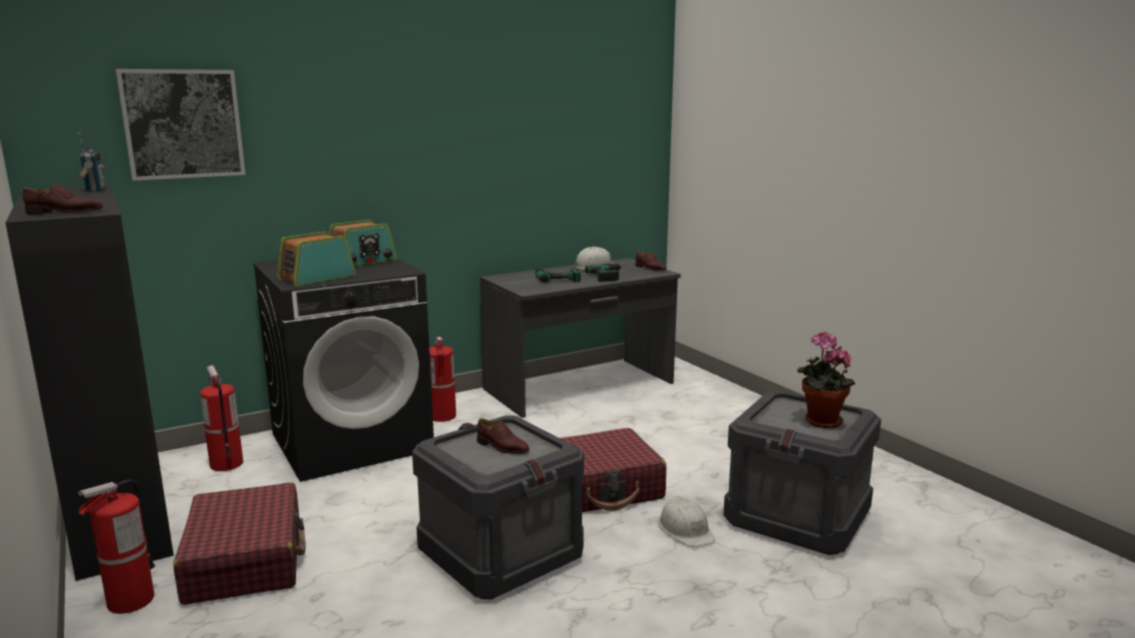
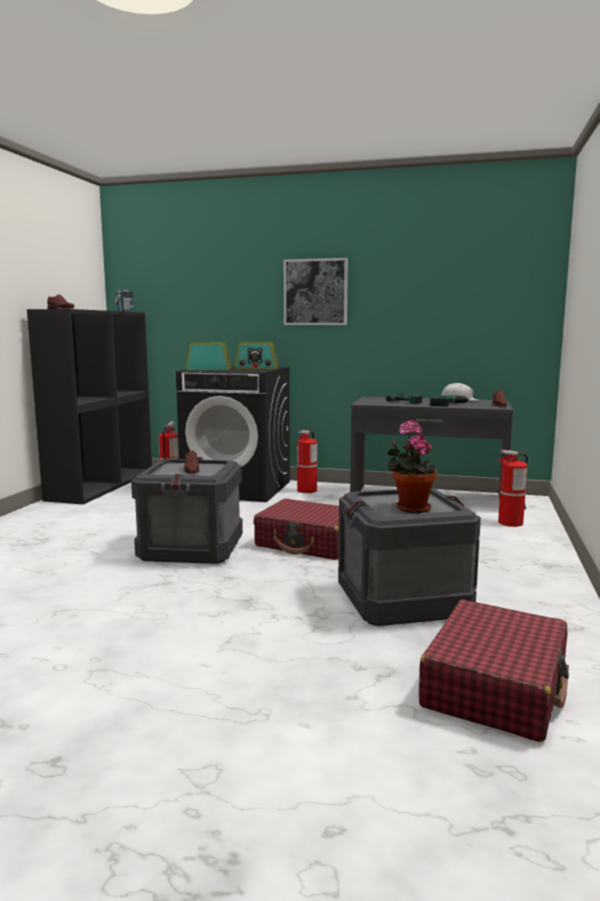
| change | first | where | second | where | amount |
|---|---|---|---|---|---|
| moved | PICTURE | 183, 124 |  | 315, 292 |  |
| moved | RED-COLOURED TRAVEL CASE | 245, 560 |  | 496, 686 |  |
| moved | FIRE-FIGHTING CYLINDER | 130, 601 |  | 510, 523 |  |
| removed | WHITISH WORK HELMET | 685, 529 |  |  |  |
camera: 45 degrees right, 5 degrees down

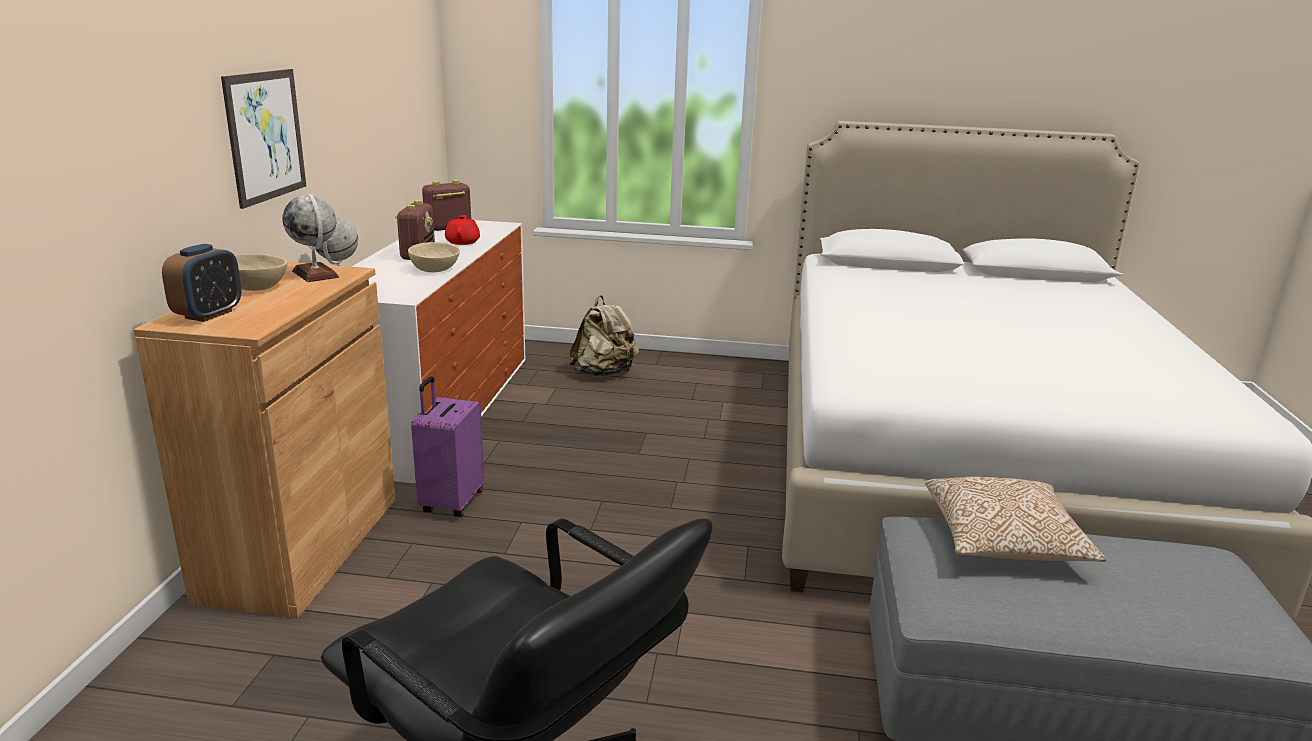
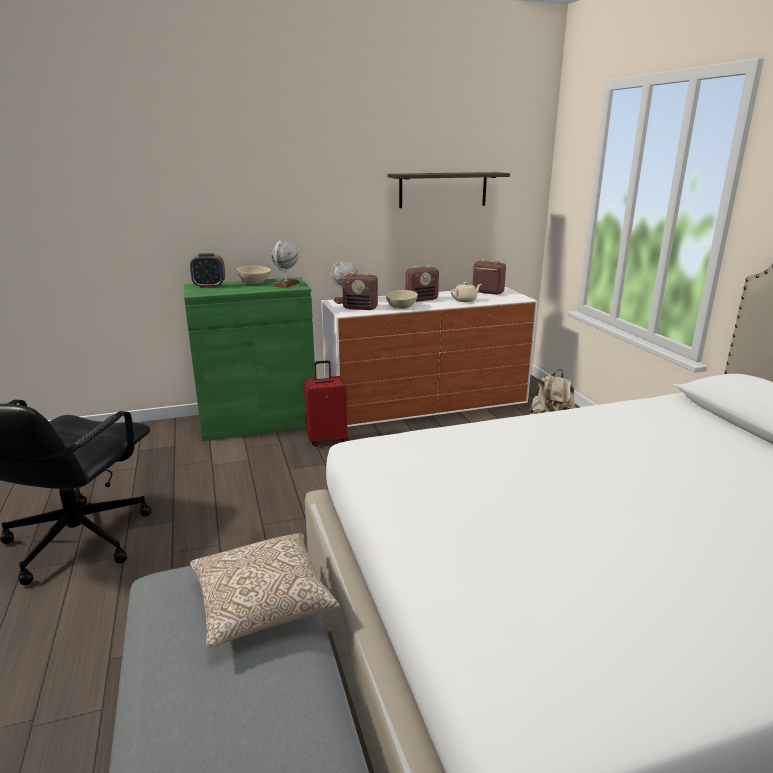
| change | first | where | second | where | amount |
|---|---|---|---|---|---|
| recoloured | BROWN CABINET | 302, 547 | GREENISH CABINET | 258, 421 |  |
| recoloured | PURPLE TRAVEL CASE | 451, 502 | RED-COLOURED TRAVEL CASE | 327, 439 |  |
| added |  |  | RADIO SET | 360, 308 |  |
| added |  |  | WALL SHELF | 443, 190 |  |
| recoloured | RED-COLOURED TEA POT | 463, 242 | SAND-COLOURED TEA POT | 465, 300 |  |
| removed | PICTURE | 265, 136 |  |  |  |
camera: 65 degrees right, 0 degrees up

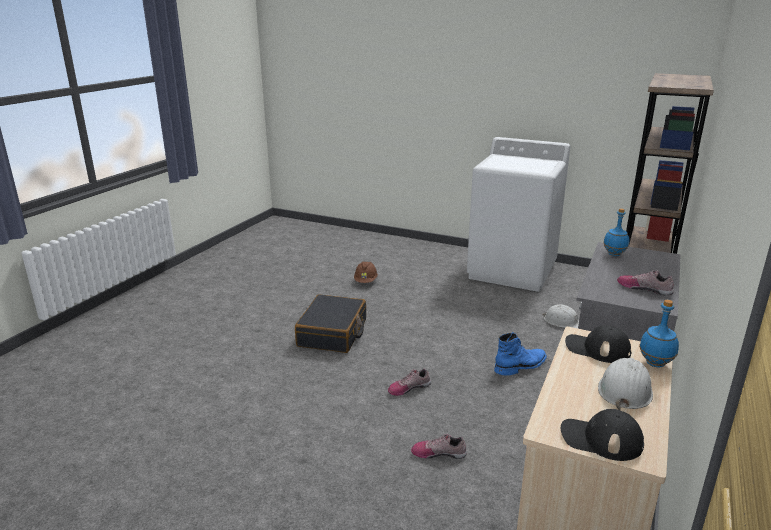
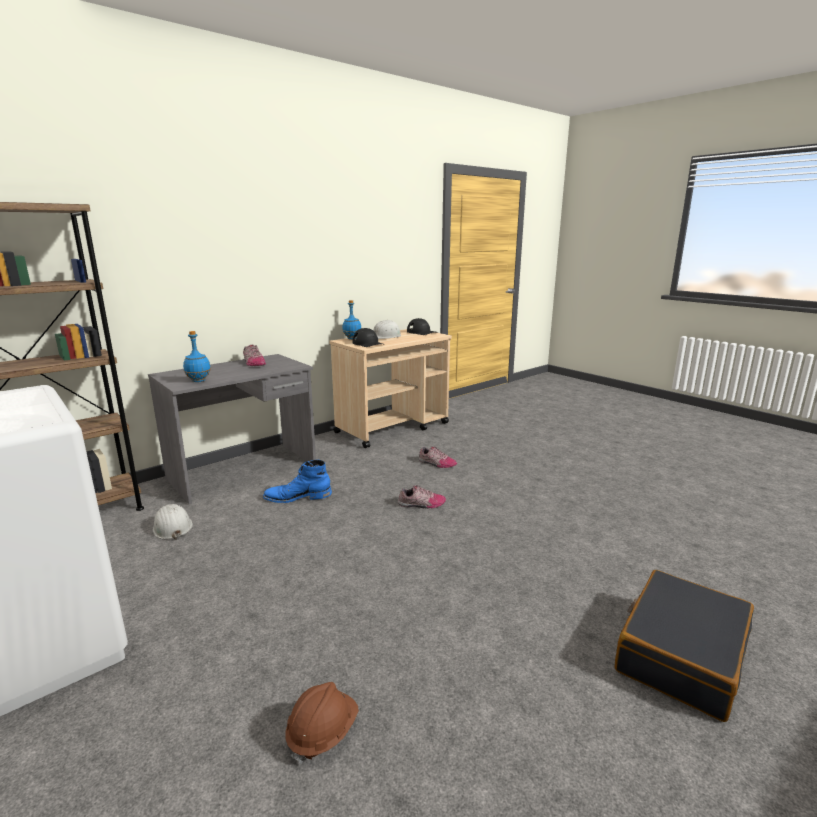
| change | first | where | second | where | amount |
|---|---|---|---|---|---|
| moved | BLACK-COLOURED TRAVEL CASE | 333, 333 |  | 680, 654 |  |
camera: 155 degrees left, 5 degrees down

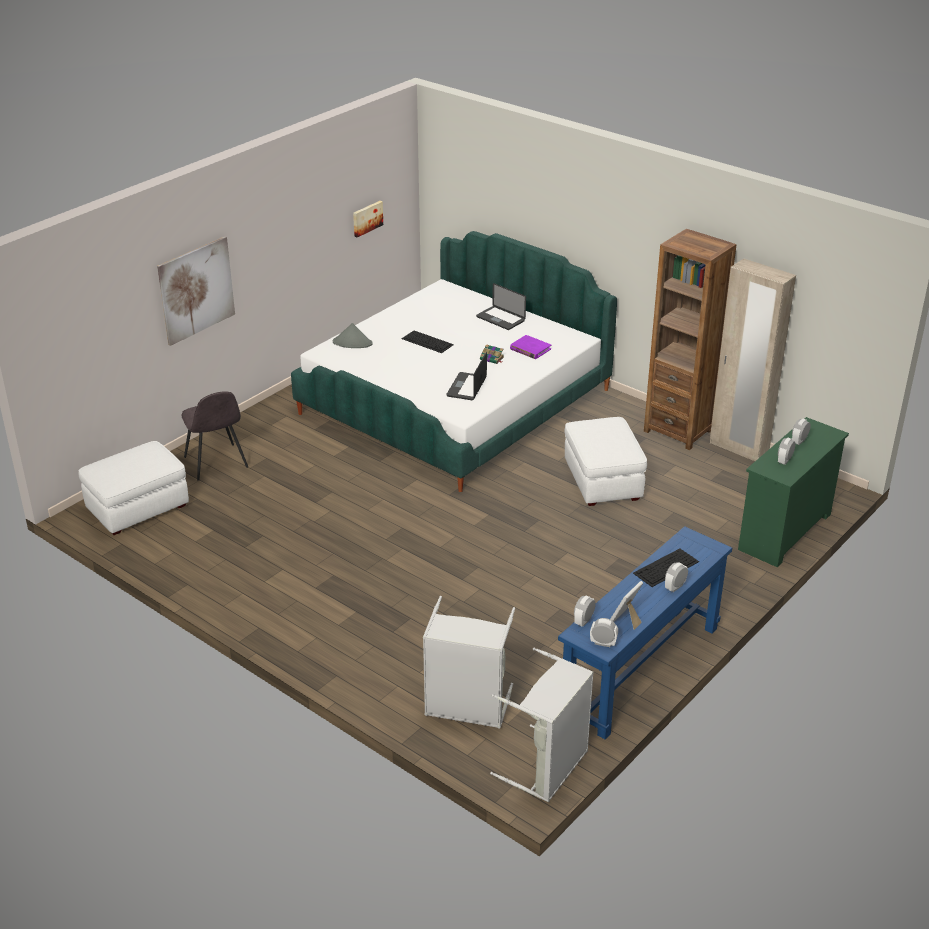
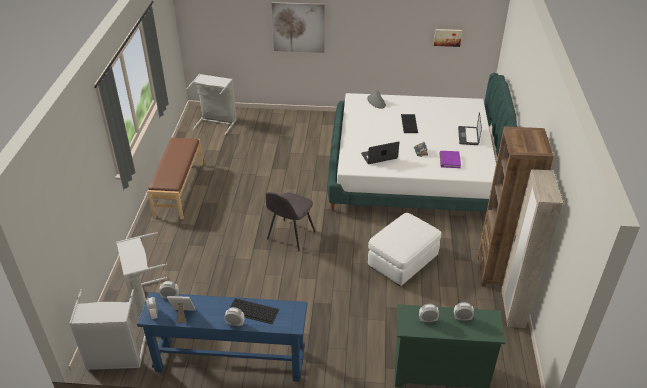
| change | first | where | second | where | amount |
|---|---|---|---|---|---|
| added |  |  | BROWN BENCH | 178, 189 |  |
| replaced | WHITISH POUFFE | 138, 508 | GREYISH LAUNDRY BASKET | 216, 122 |  |
| moved | GREYISH CHAIR | 216, 463 |  | 290, 236 |  |
camera: 55 degrees right, 5 degrees up

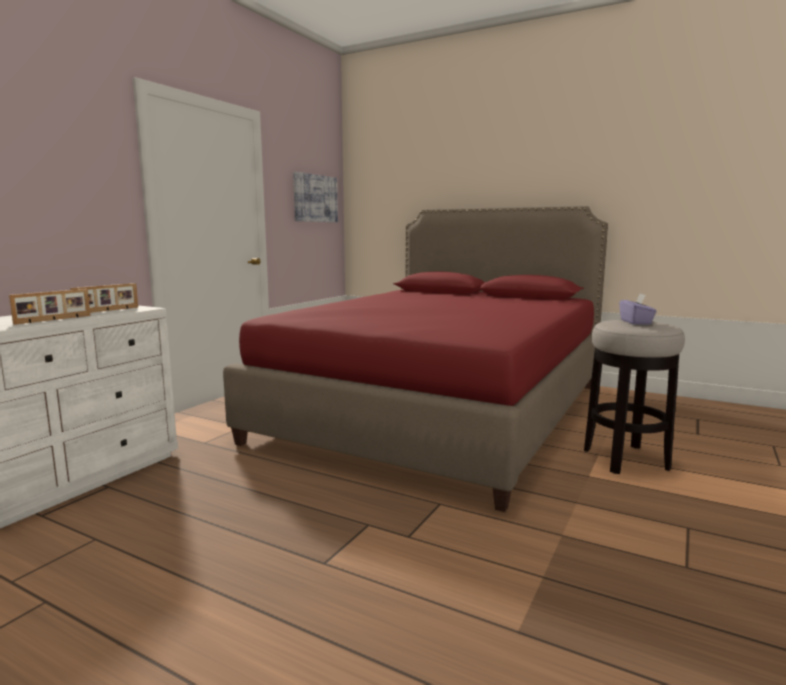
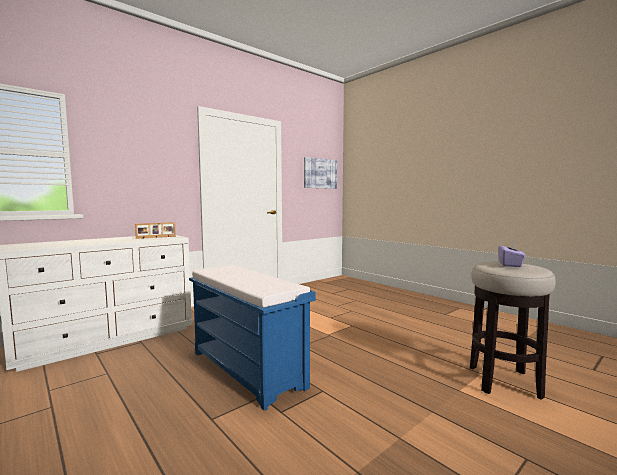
| change | first | where | second | where | amount |
|---|---|---|---|---|---|
| added |  |  | BLUE BENCH | 248, 369 |  |
| removed | PHOTO FRAME | 54, 320 |  |  |  |
| removed | RED-COLOURED BED | 440, 411 |  |  |  |
camera: 20 degrees right, 5 degrees down

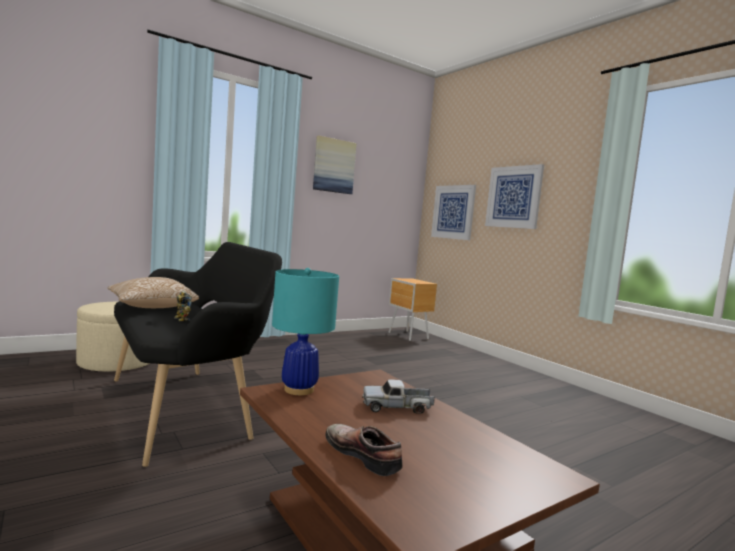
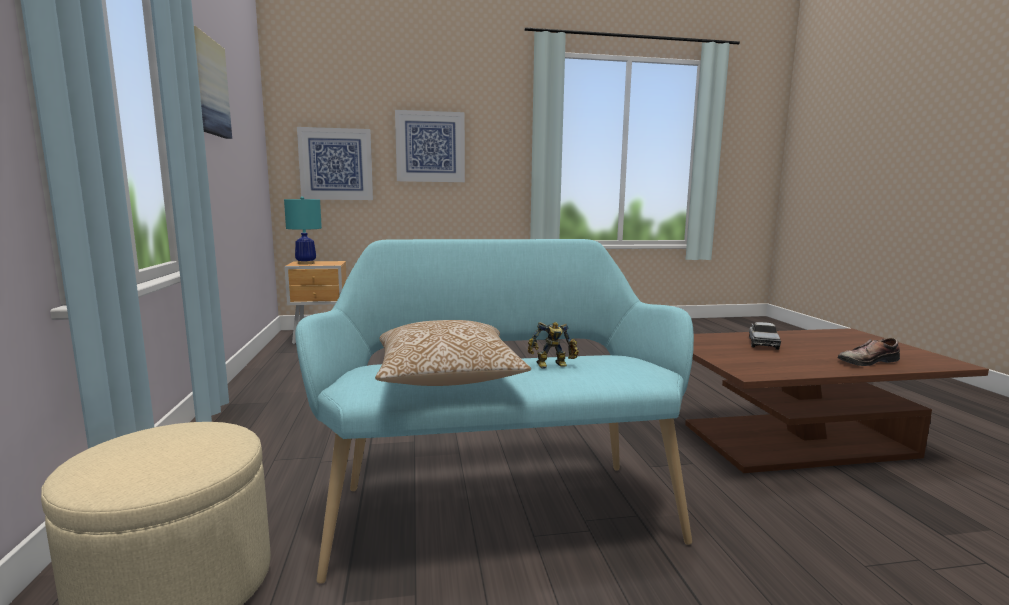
| change | first | where | second | where | amount |
|---|---|---|---|---|---|
| moved | TURQUOISE TABLE LAMP | 298, 389 |  | 306, 263 |  |
| recoloured | BLACK-COLOURED BENCH | 186, 407 | TURQUOISE BENCH | 499, 506 |  |
camera: 65 degrees left, 5 degrees up

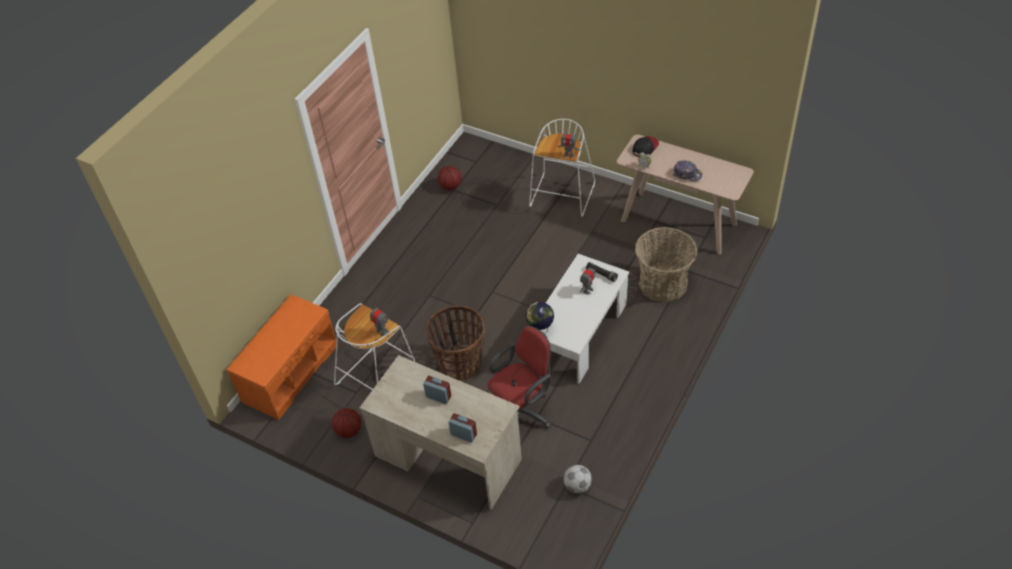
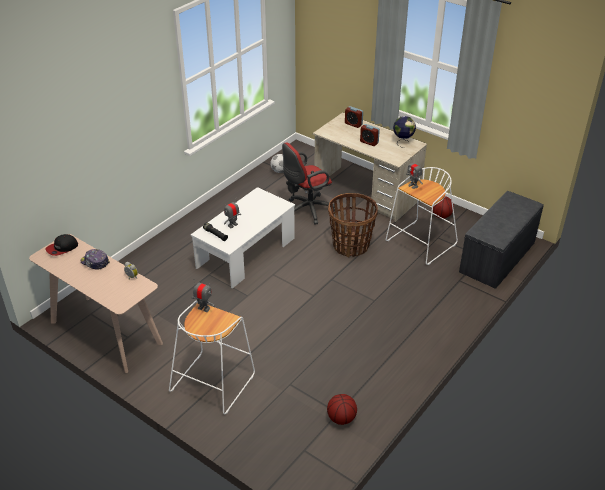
| change | first | where | second | where | amount |
|---|---|---|---|---|---|
| moved | BASEBALL CAP | 645, 148 |  | 62, 248 |  |
| moved | GLOBE | 540, 329 |  | 403, 142 |  |
| recoloured | ORANGE-COLOURED BENCH | 290, 372 | GREYISH BENCH | 498, 258 |  |
| removed | BASKET | 663, 283 |  |  |  |
camera: 175 degrees left, 10 degrees down

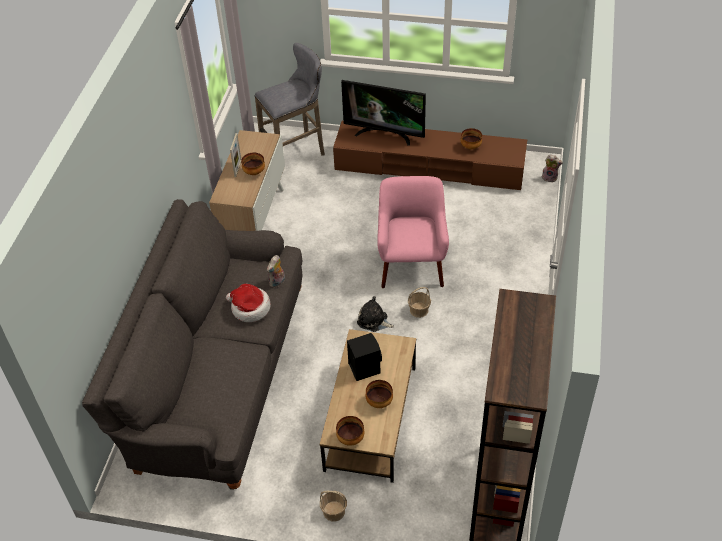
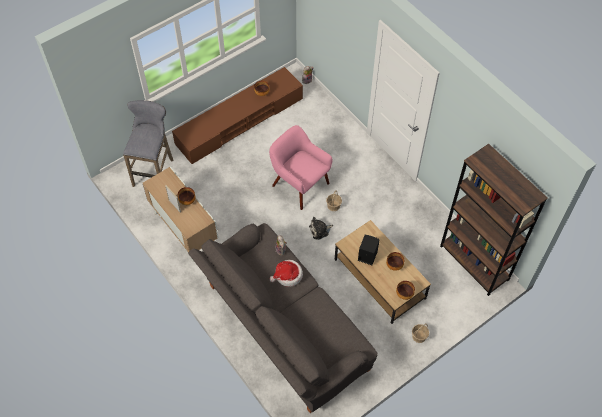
| change | first | where | second | where | amount |
|---|---|---|---|---|---|
| removed | TV SET | 385, 134 |  |  |  |
camera: 50 degrees left, 10 degrees up

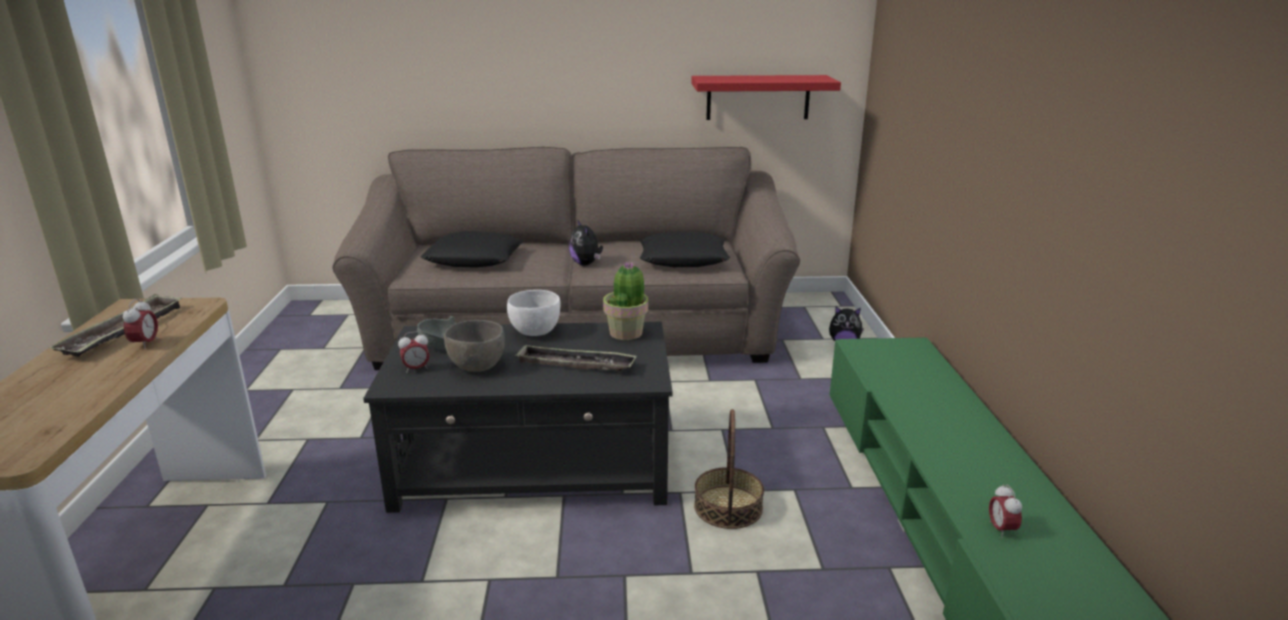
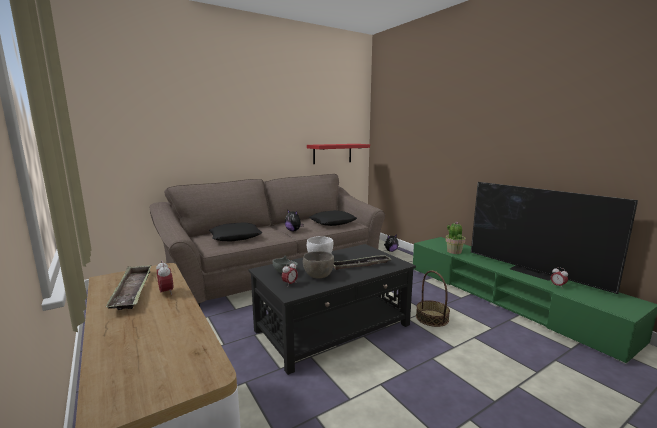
| change | first | where | second | where | amount |
|---|---|---|---|---|---|
| moved | HOUSEPLANT | 626, 333 |  | 454, 251 |  |
| added |  |  | TV SET | 533, 272 |  |
camera: 30 degrees left, 10 degrees down

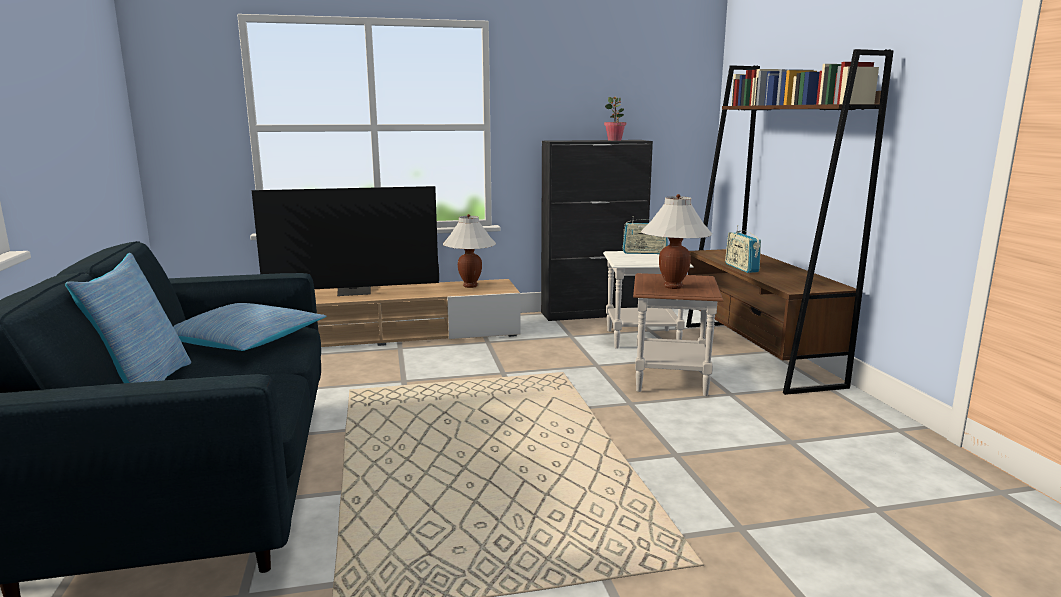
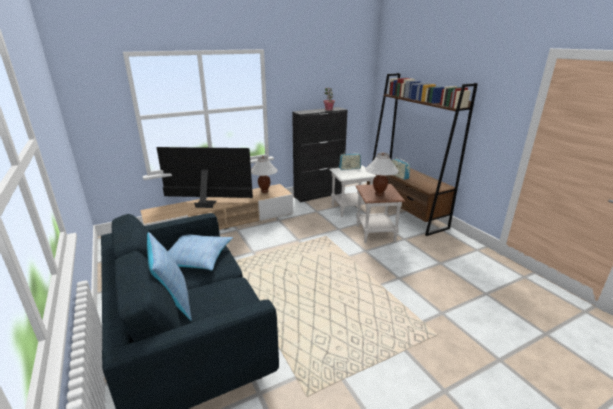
| change | first | where | second | where | amount |
|---|---|---|---|---|---|
| turned | TV SET | 354, 292 |  | 207, 202 | 150 degrees counterclockwise |
camera: 15 degrees left, 10 degrees up

